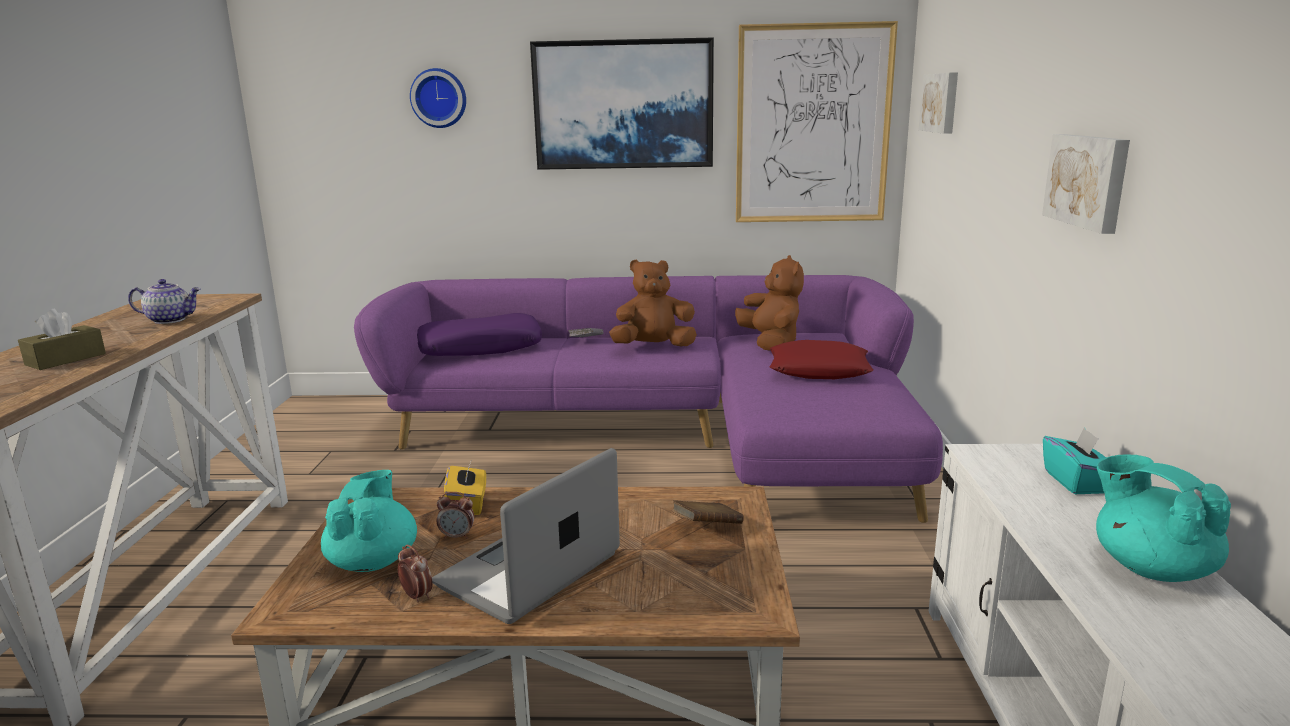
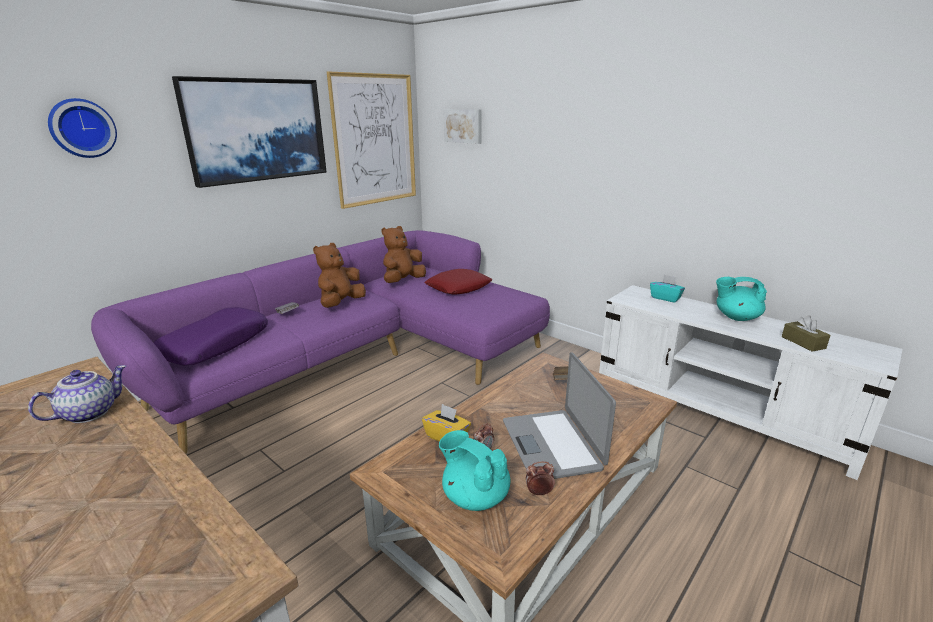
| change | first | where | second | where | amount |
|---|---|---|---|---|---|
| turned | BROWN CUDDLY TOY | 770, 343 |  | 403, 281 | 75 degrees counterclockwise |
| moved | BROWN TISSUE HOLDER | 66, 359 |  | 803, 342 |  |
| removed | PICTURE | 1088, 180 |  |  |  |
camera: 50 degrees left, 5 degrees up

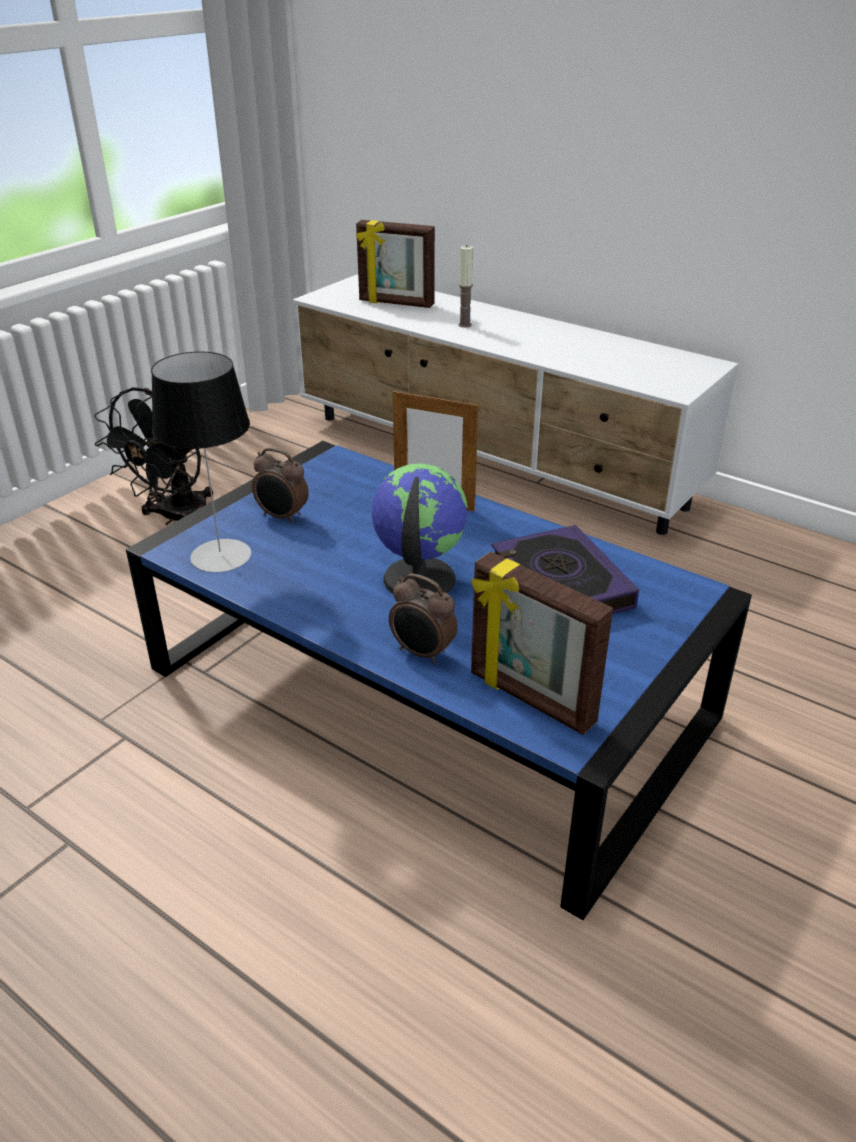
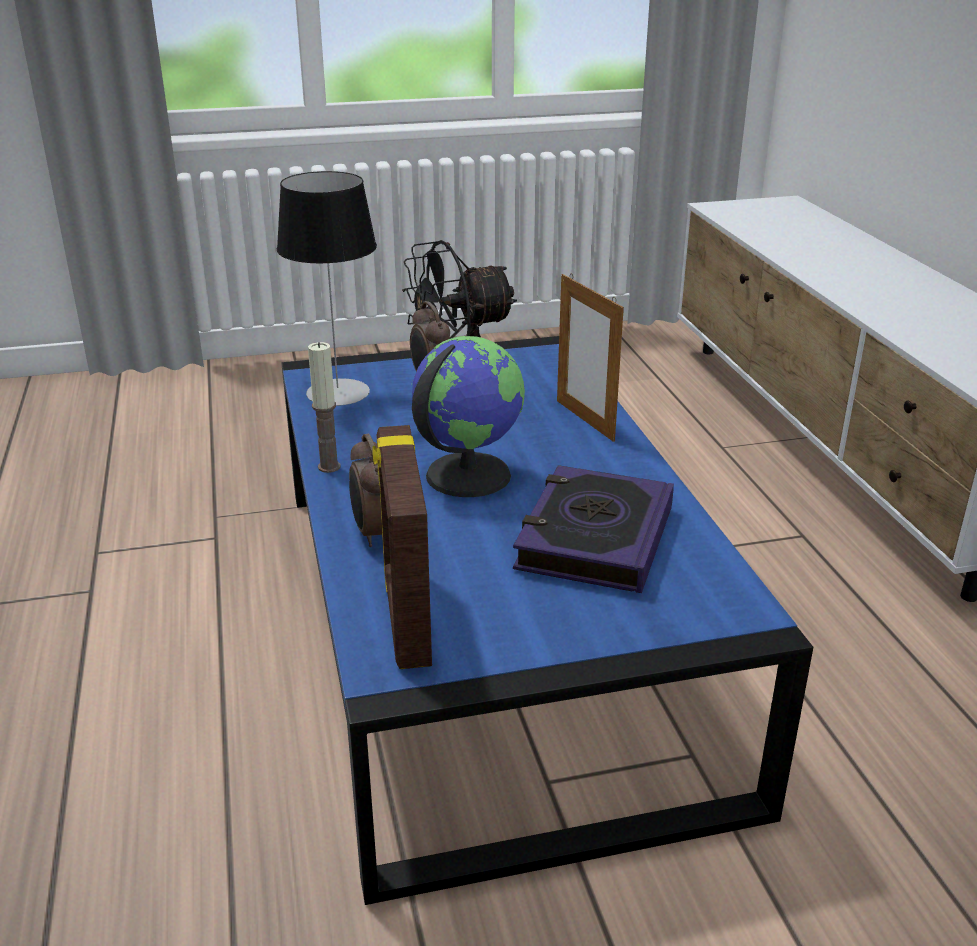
| change | first | where | second | where | amount |
|---|---|---|---|---|---|
| moved | WAX CANDLE | 464, 325 |  | 329, 467 |  |
| removed | PHOTO FRAME | 396, 303 |  |  |  |
camera: 40 degrees right, 5 degrees down

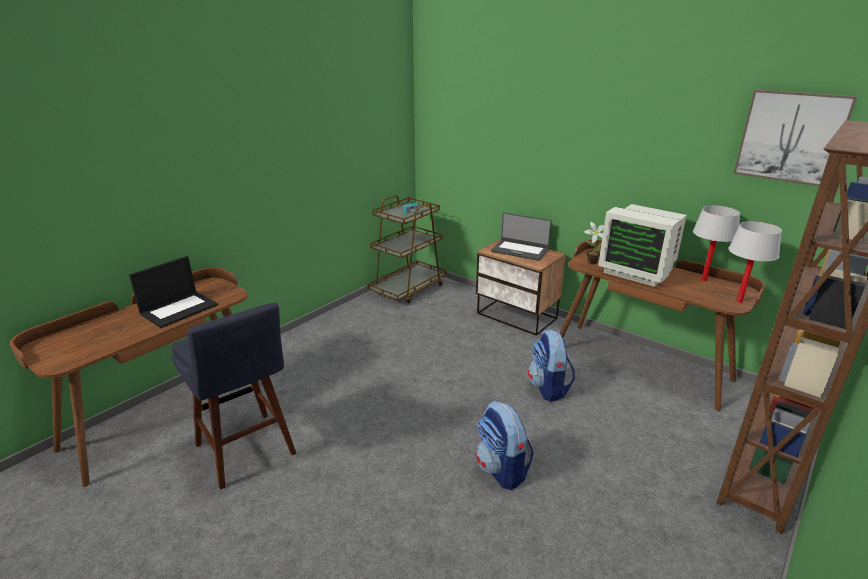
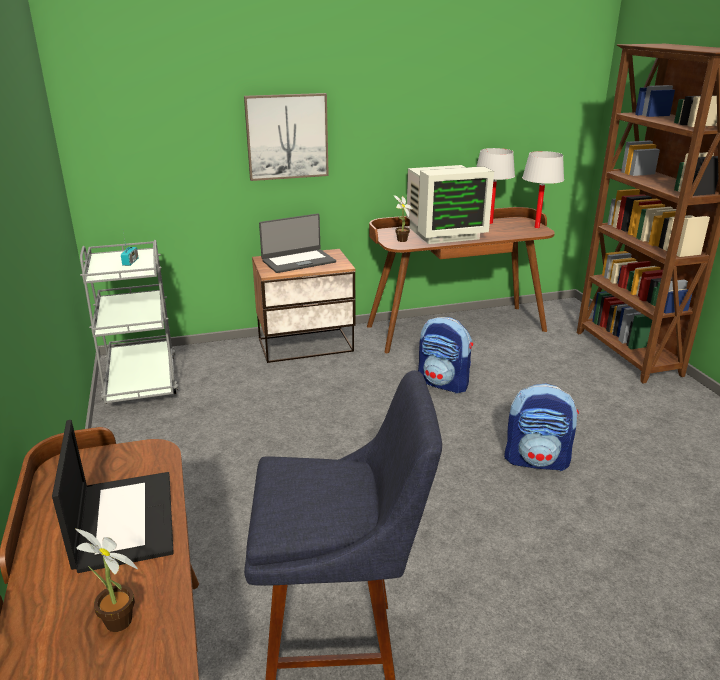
| change | first | where | second | where | amount |
|---|---|---|---|---|---|
| added |  |  | HOUSEPLANT | 119, 625 |  |
| recoloured | BROWN TROLLEY | 408, 289 | GREYISH TROLLEY | 141, 380 |  |
| moved | PICTURE | 791, 137 |  | 287, 136 |  |
camera: 55 degrees left, 0 degrees up

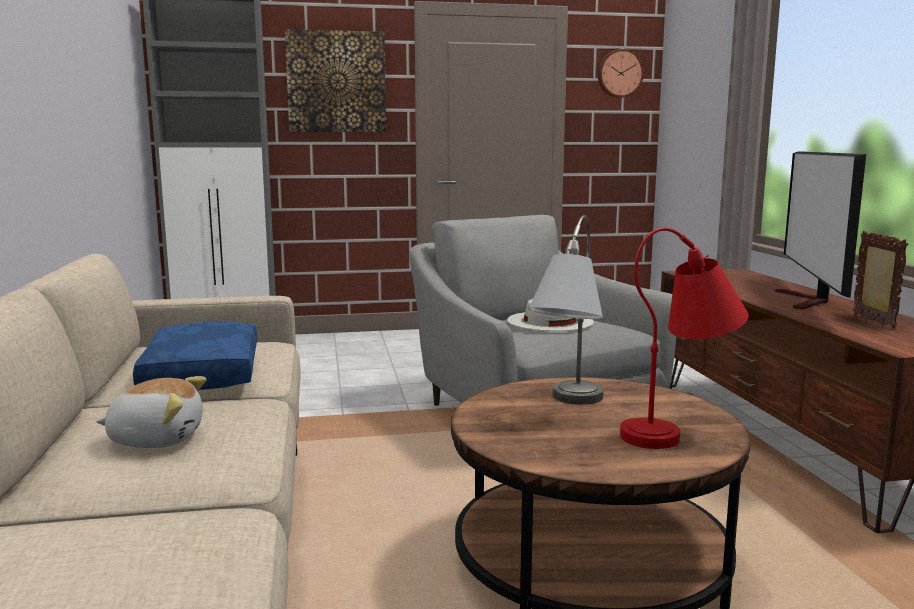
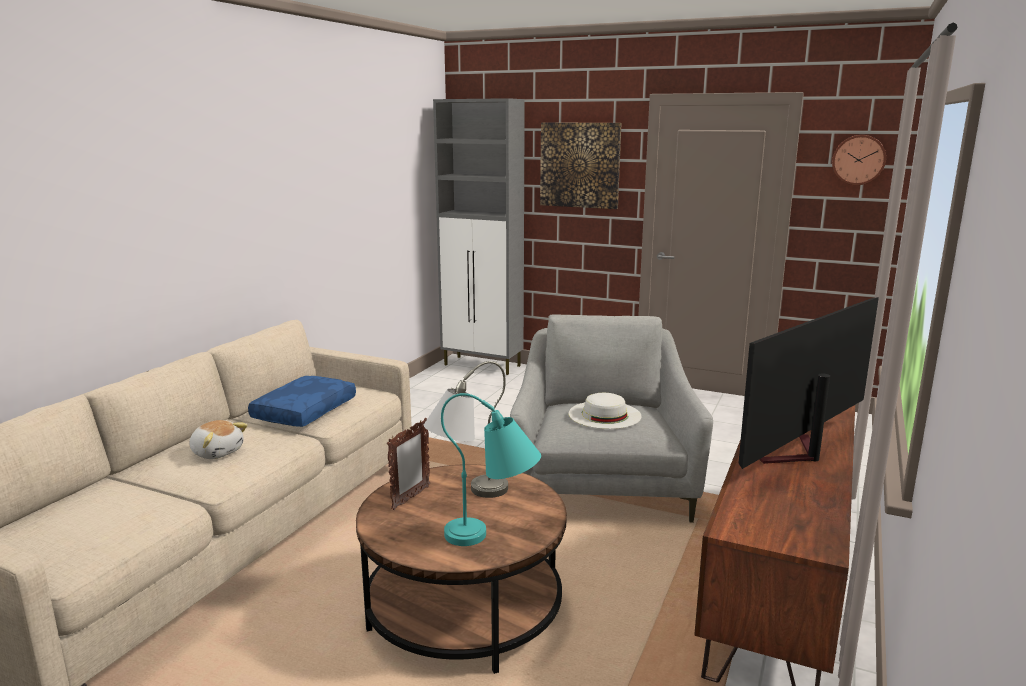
| change | first | where | second | where | amount |
|---|---|---|---|---|---|
| moved | PHOTO FRAME | 873, 321 |  | 410, 498 |  |
| recoloured | RED-COLOURED TABLE LAMP | 681, 430 | TURQUOISE TABLE LAMP | 493, 537 |  |
camera: 35 degrees right, 5 degrees up

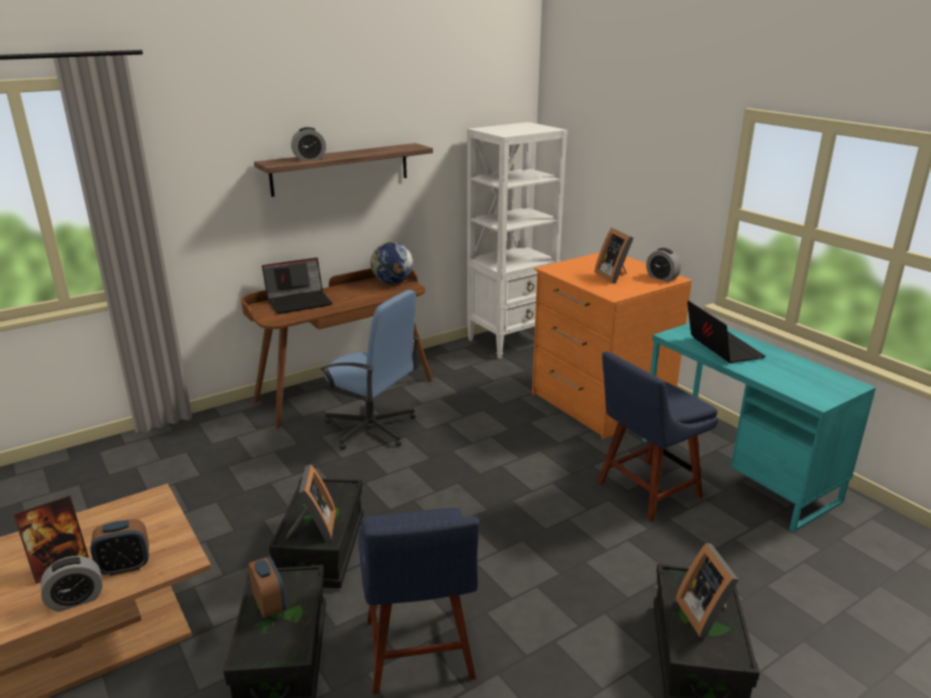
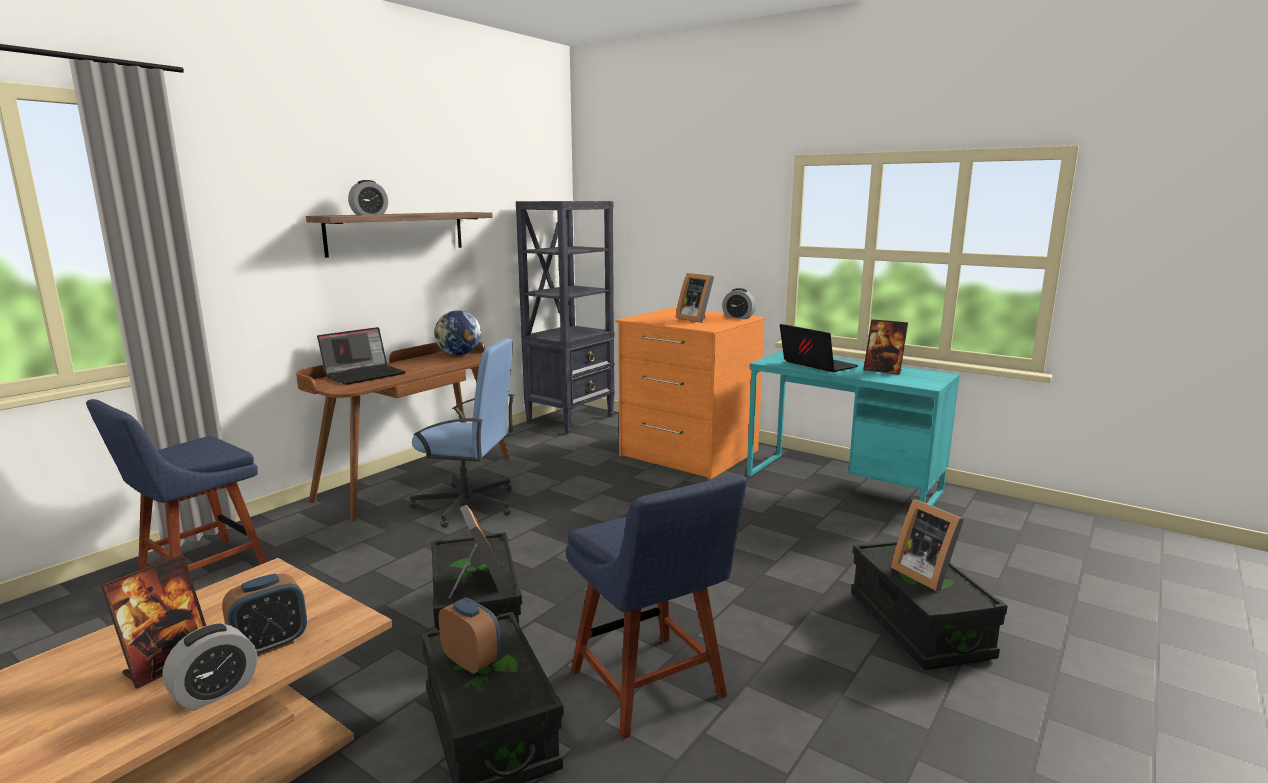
| change | first | where | second | where | amount |
|---|---|---|---|---|---|
| moved | BLUE CHAIR | 645, 491 |  | 196, 570 |  |
| recoloured | WHITISH BOOKCASE | 511, 340 | BLACK-COLOURED BOOKCASE | 571, 420 |  |
| added |  |  | PHOTO FRAME | 883, 371 |  |
camera: 20 degrees left, 10 degrees down

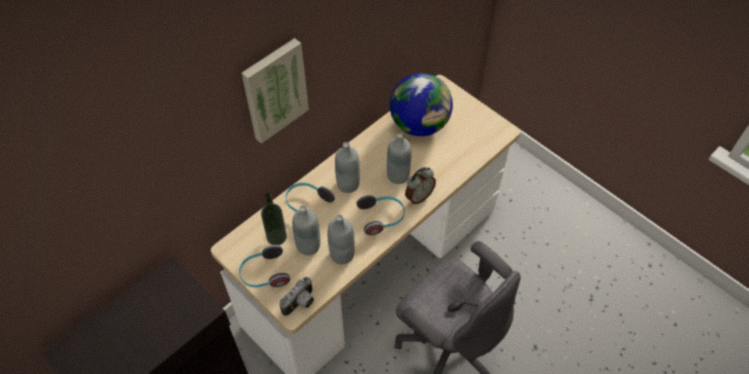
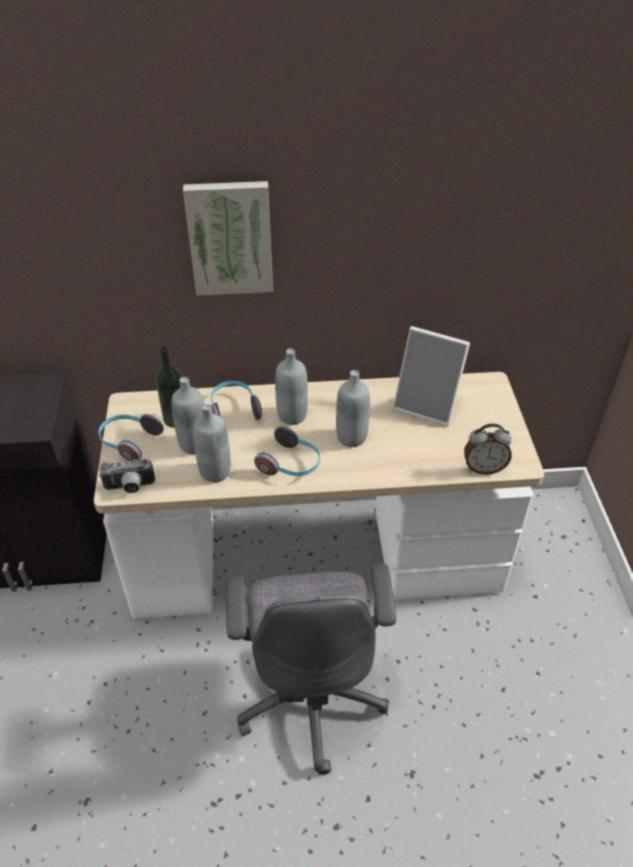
| change | first | where | second | where | amount |
|---|---|---|---|---|---|
| replaced | GLOBE | 419, 124 | PHOTO FRAME | 428, 405 |  |
| moved | TABLE CLOCK | 418, 196 |  | 484, 468 |  |
camera: 40 degrees right, 10 degrees down

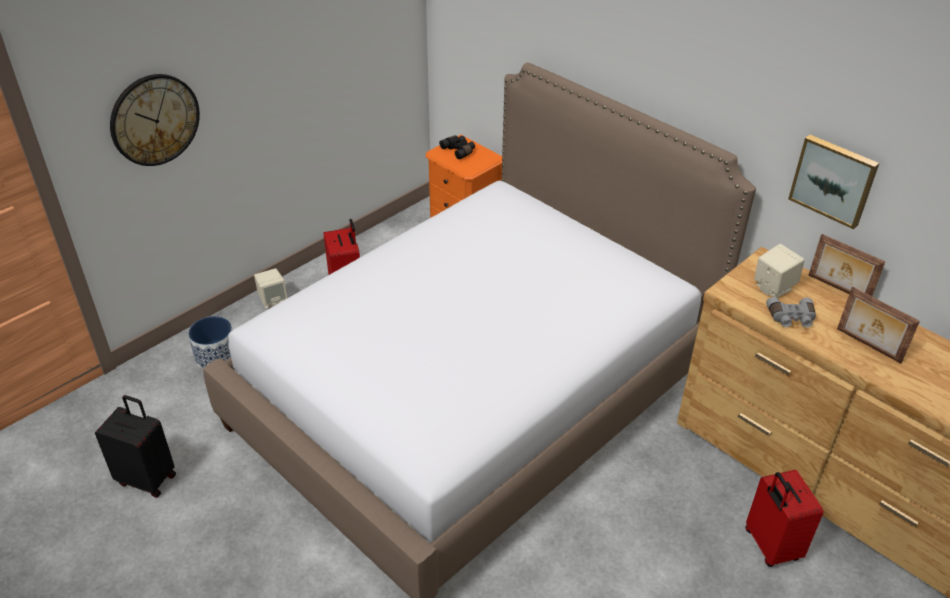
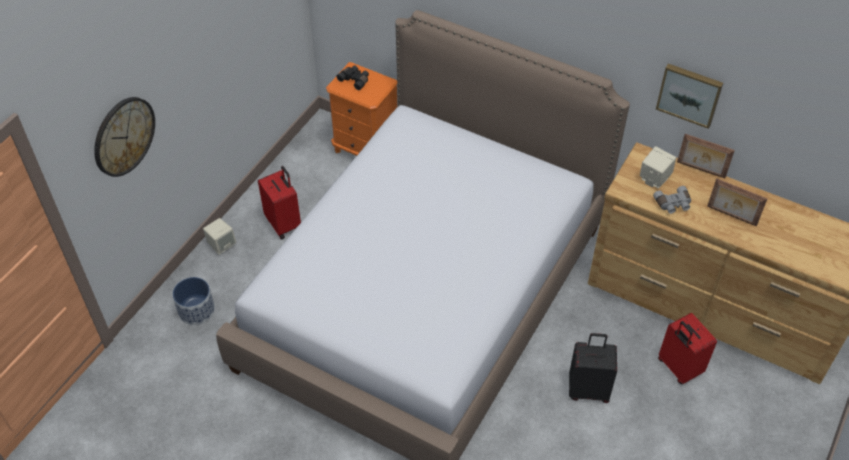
| change | first | where | second | where | amount |
|---|---|---|---|---|---|
| moved | BLACK-COLOURED TRAVEL CASE | 148, 478 |  | 588, 389 |  |
camera: 15 degrees left, 10 degrees up

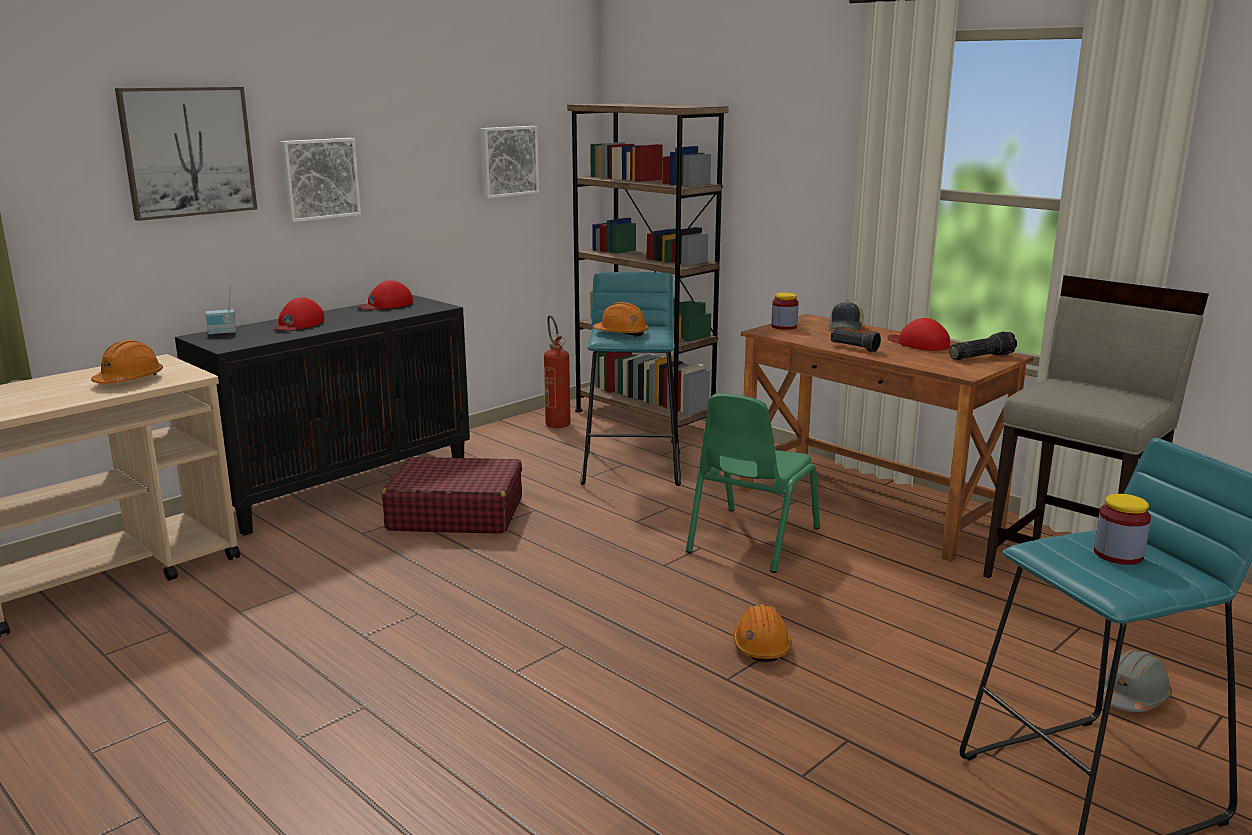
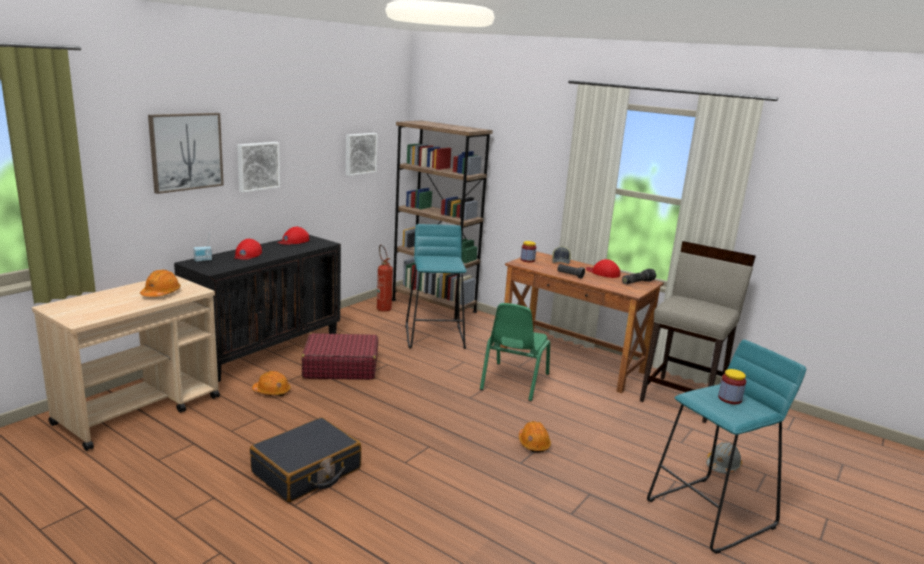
| change | first | where | second | where | amount |
|---|---|---|---|---|---|
| added |  |  | BLACK-COLOURED TRAVEL CASE | 307, 471 |  |
| moved | ORANGE-COLOURED WORK HELMET | 621, 333 |  | 272, 391 |  |
camera: 10 degrees left, 0 degrees up

